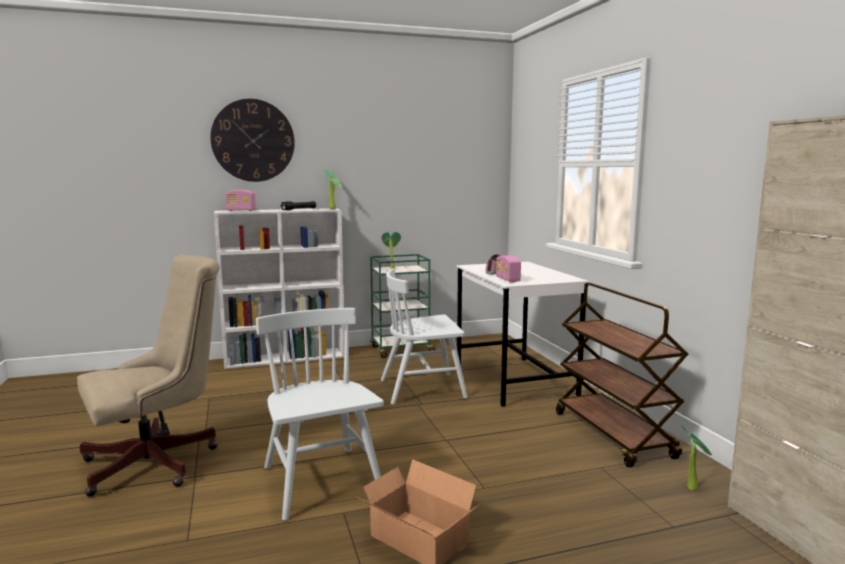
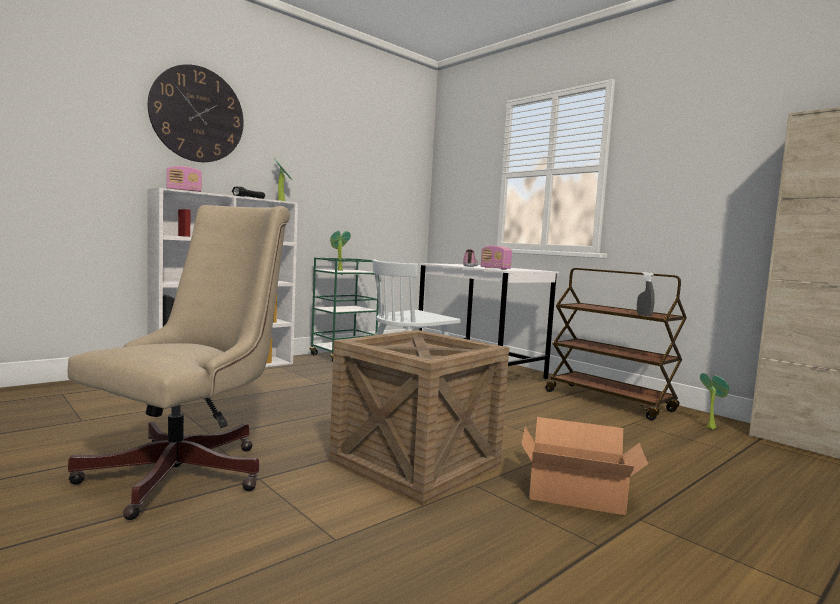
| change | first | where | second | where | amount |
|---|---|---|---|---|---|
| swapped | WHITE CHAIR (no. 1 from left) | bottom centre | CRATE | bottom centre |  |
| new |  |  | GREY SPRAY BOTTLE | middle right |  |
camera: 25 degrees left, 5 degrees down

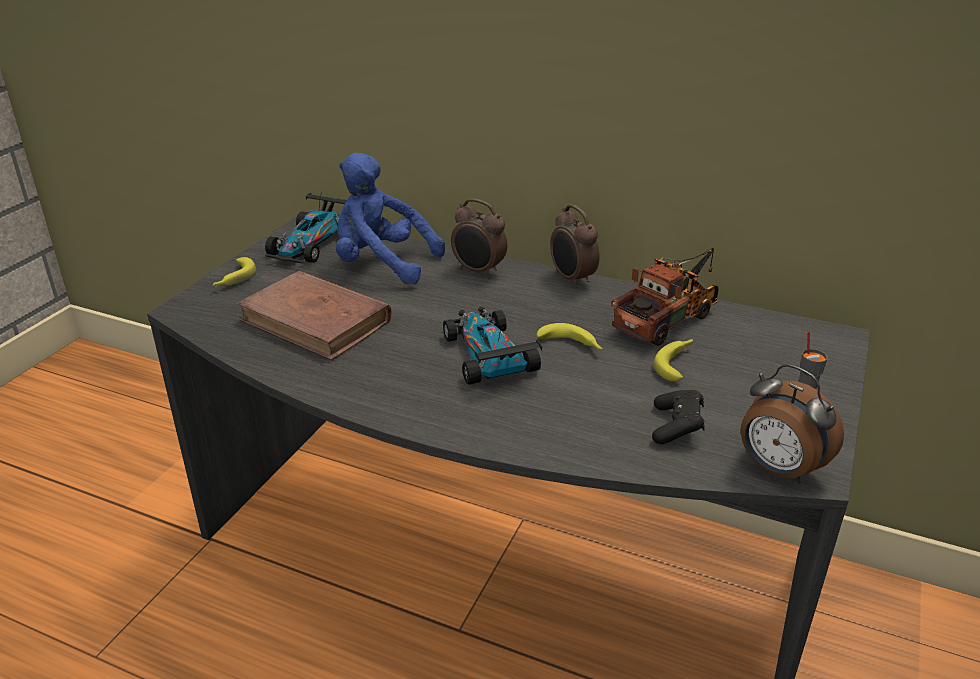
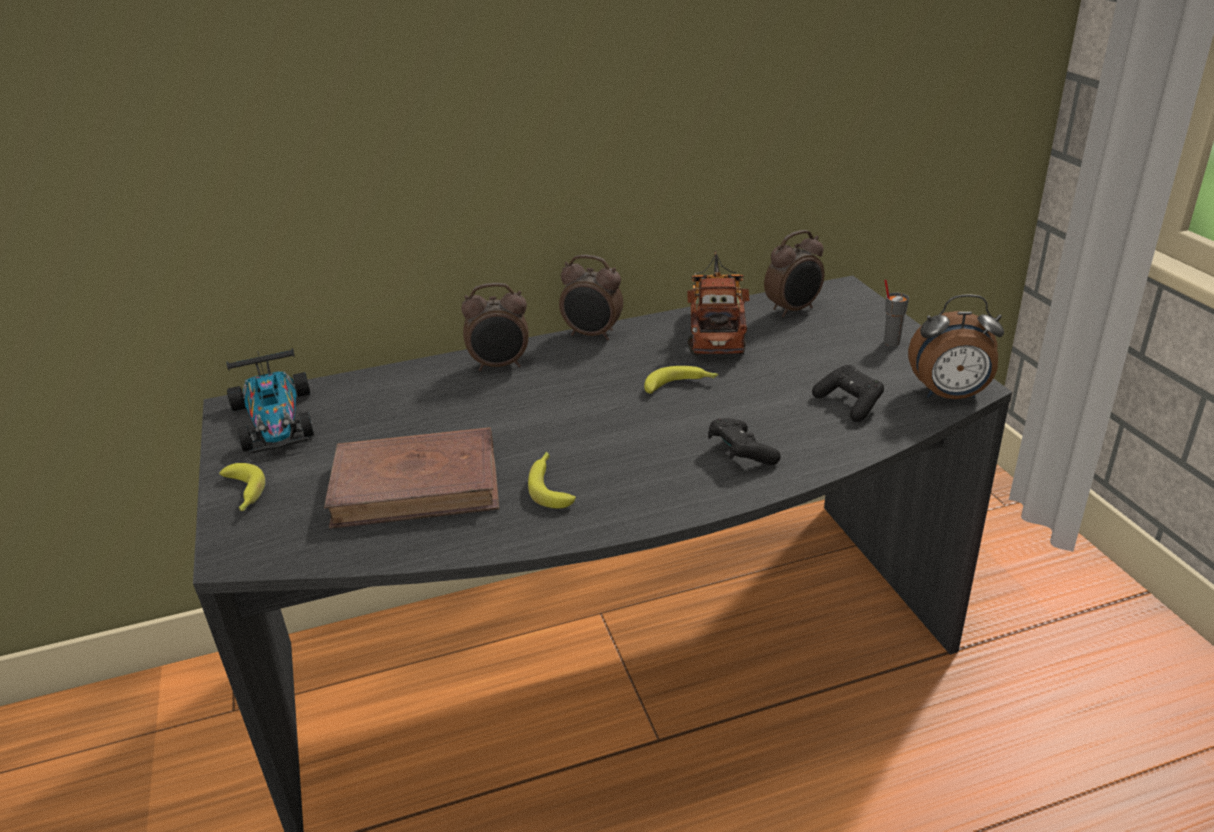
| change | first | where | second | where | amount |
|---|---|---|---|---|---|
| gone | BLUE PLUSH TOY | top centre |  |  |  |
| gone | TOY CAR (no. 2 from left) | centre |  |  |  |
| shifted | BANANA (no. 3 from left in the first image) | middle right | BANANA (no. 2 from left) | centre |  |
| new |  |  | ALARM CLOCK (no. 3 from left) | top centre |  |
| new |  |  | BLACK GAME CONTROLLER (no. 1 from left) | centre |  |
camera: 40 degrees left, 0 degrees up

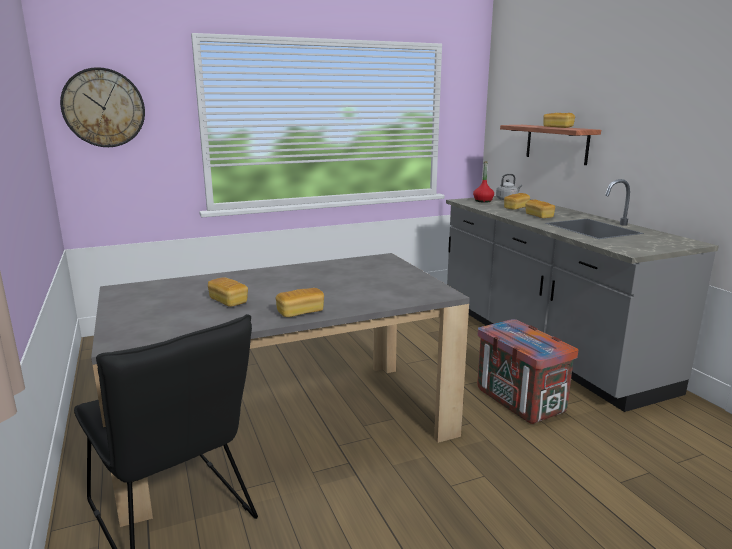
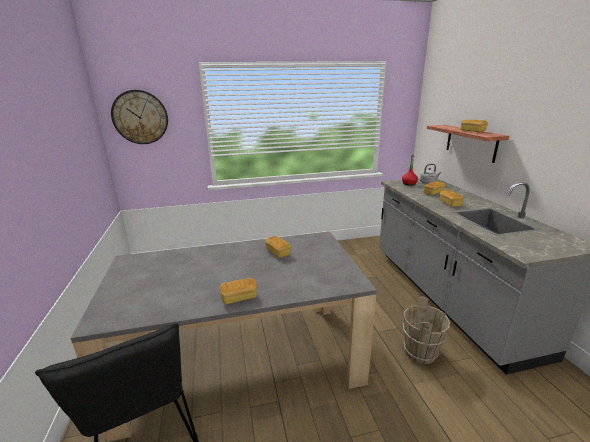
| change | first | where | second | where | amount |
|---|---|---|---|---|---|
| shifted | BREAD (no. 1 from left in the first image) | middle left | BREAD (no. 2 from left) | centre |  |
| swapped | CRATE | bottom right | BROWN BUCKET | bottom right |  |
camera: 10 degrees right, 5 degrees up

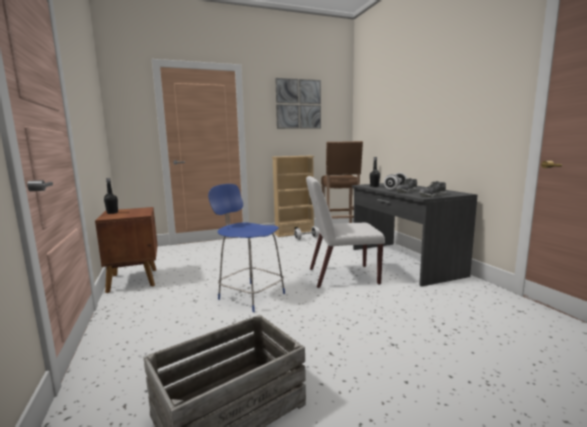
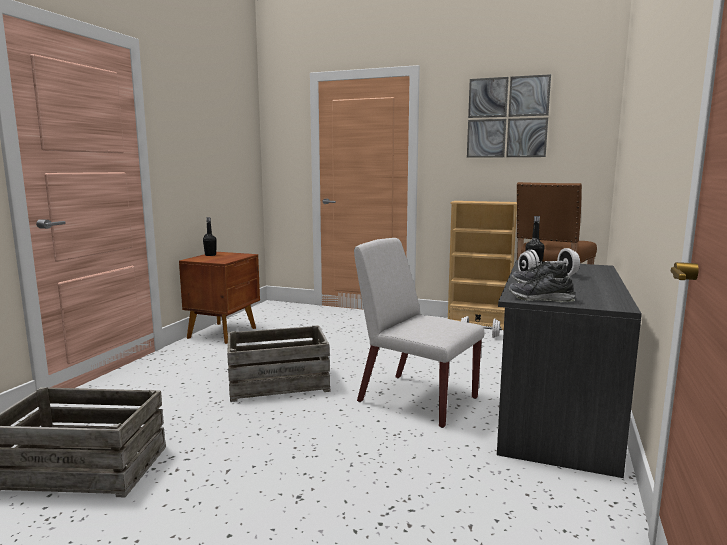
| change | first | where | second | where | amount |
|---|---|---|---|---|---|
| swapped | BLUE STOOL | centre | CRATE (no. 2 from left) | centre |  |
camera: 40 degrees right, 0 degrees up

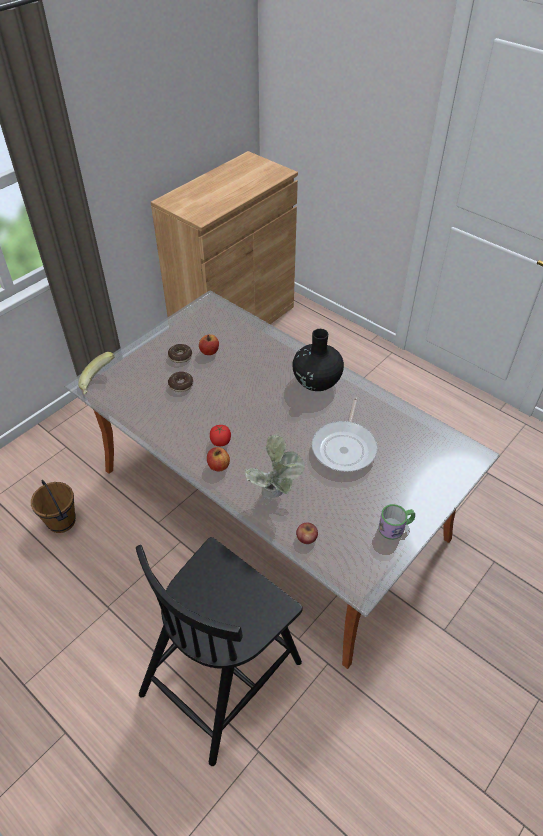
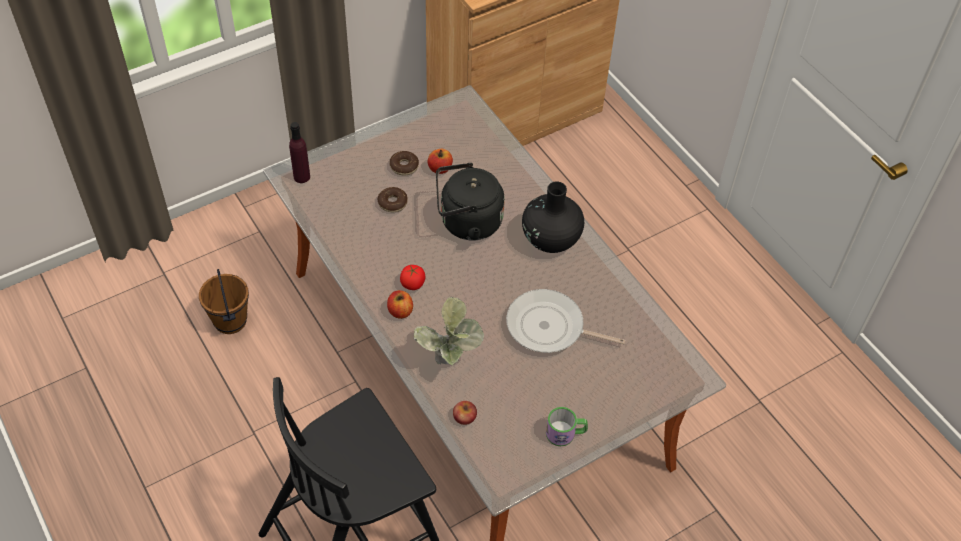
| change | first | where | second | where | amount |
|---|---|---|---|---|---|
| swapped | BANANA | middle left | PURPLE BOTTLE | top left |  |
| rotated | FRYING PAN | centre |  | centre | 75 degrees clockwise |
| new |  |  | BLACK KETTLE | centre |  |
camera: 15 degrees right, 5 degrees up

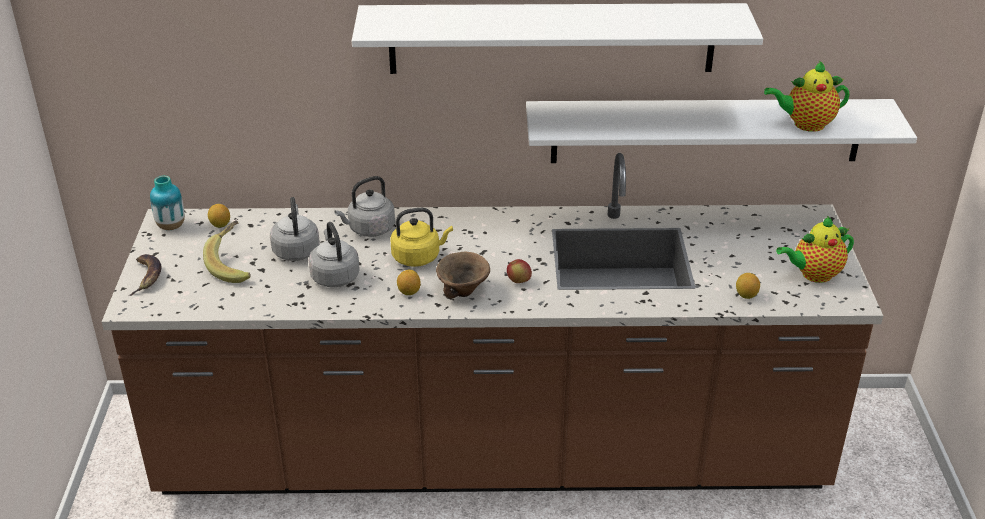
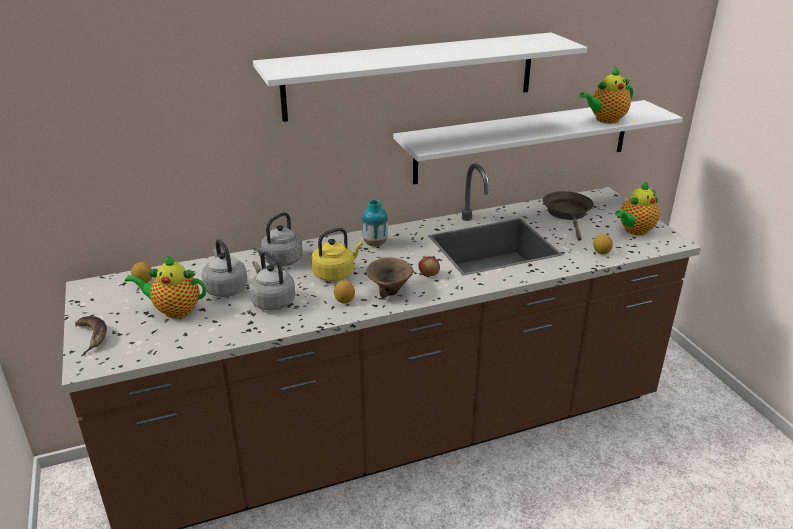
| change | first | where | second | where | amount |
|---|---|---|---|---|---|
| shifted | VASE | middle left |  | centre |  |
| swapped | BANANA (no. 2 from left) | middle left | TEAPOT (no. 1 from left) | middle left |  |
| new |  |  | BROWN FRYING PAN | middle right |  |
camera: 20 degrees left, 5 degrees down

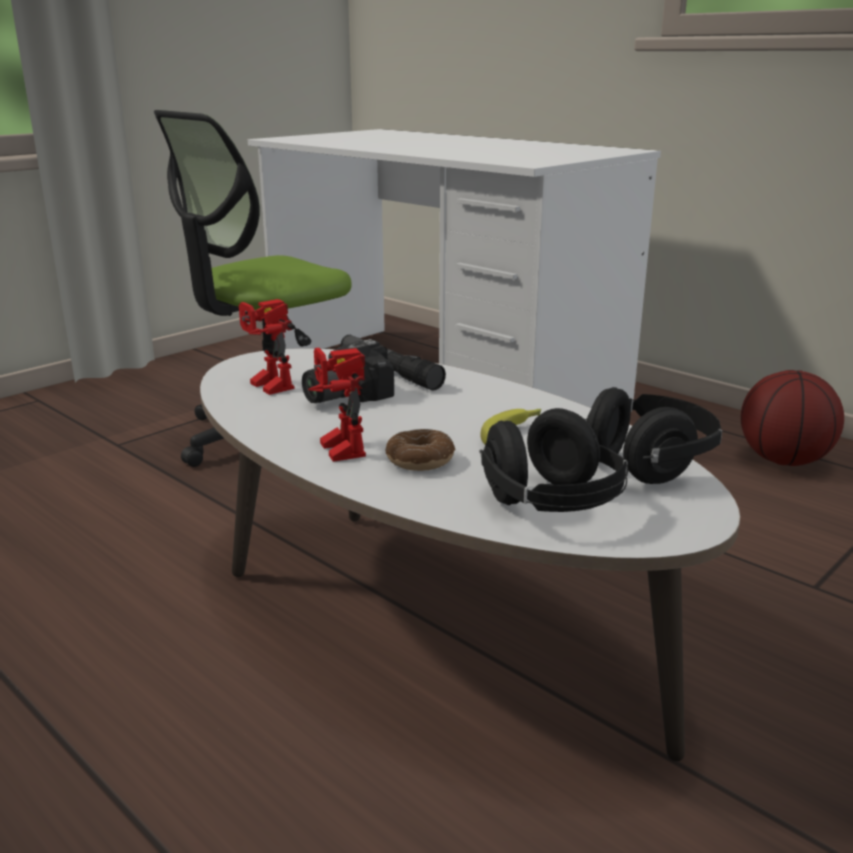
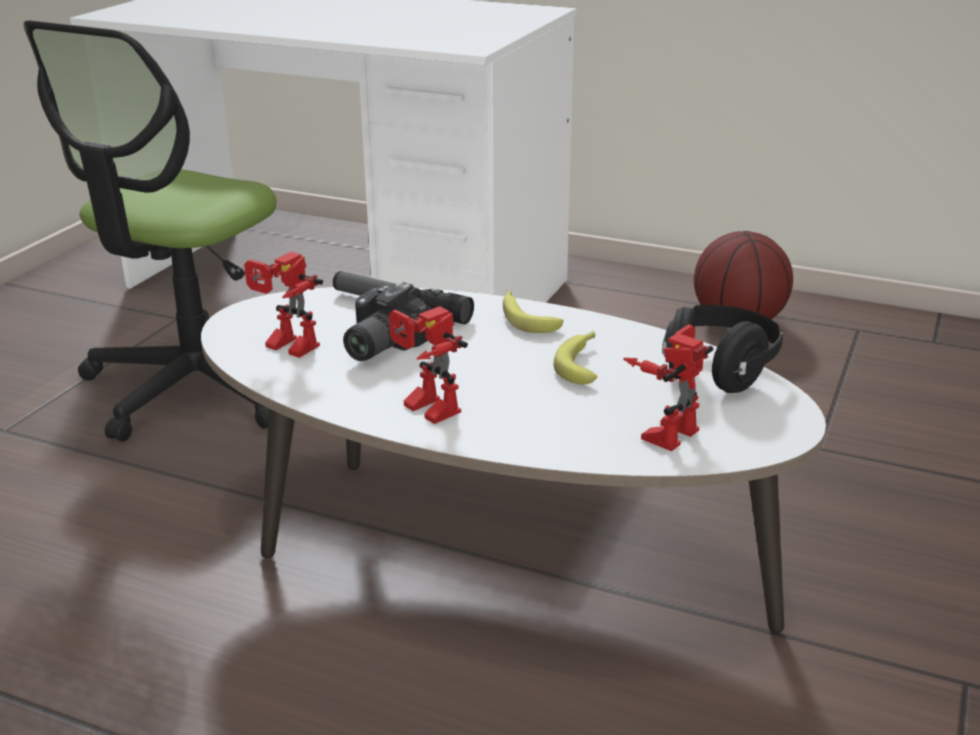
| change | first | where | second | where | amount |
|---|---|---|---|---|---|
| swapped | BLACK HEADPHONES (no. 1 from left) | centre | TOY ROBOT (no. 3 from left) | middle right |  |
| gone | DONUT | centre |  |  |  |
| new |  |  | BANANA (no. 1 from left) | centre |  |
camera: 20 degrees left, 5 degrees up

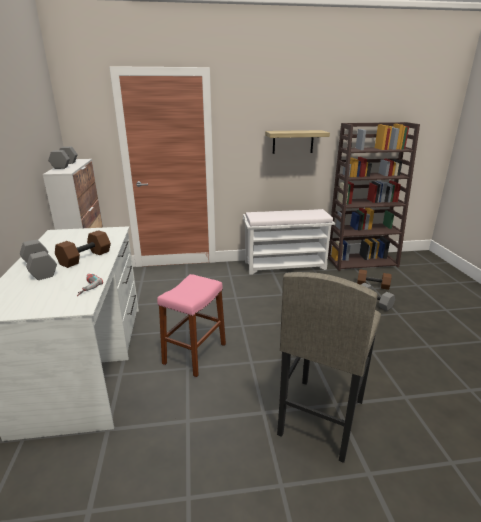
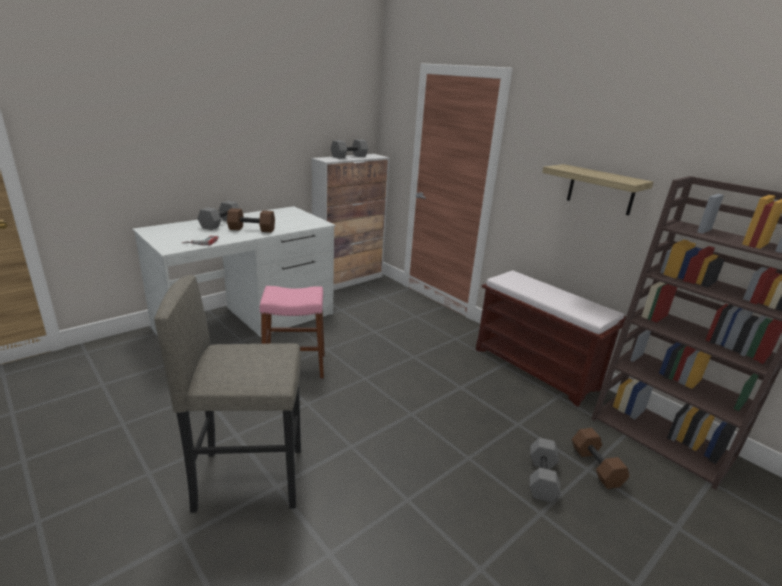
| change | first | where | second | where | amount |
|---|---|---|---|---|---|
| repainted | WHITE BENCH | centre | BROWN BENCH | middle right |  |
camera: 55 degrees right, 0 degrees up

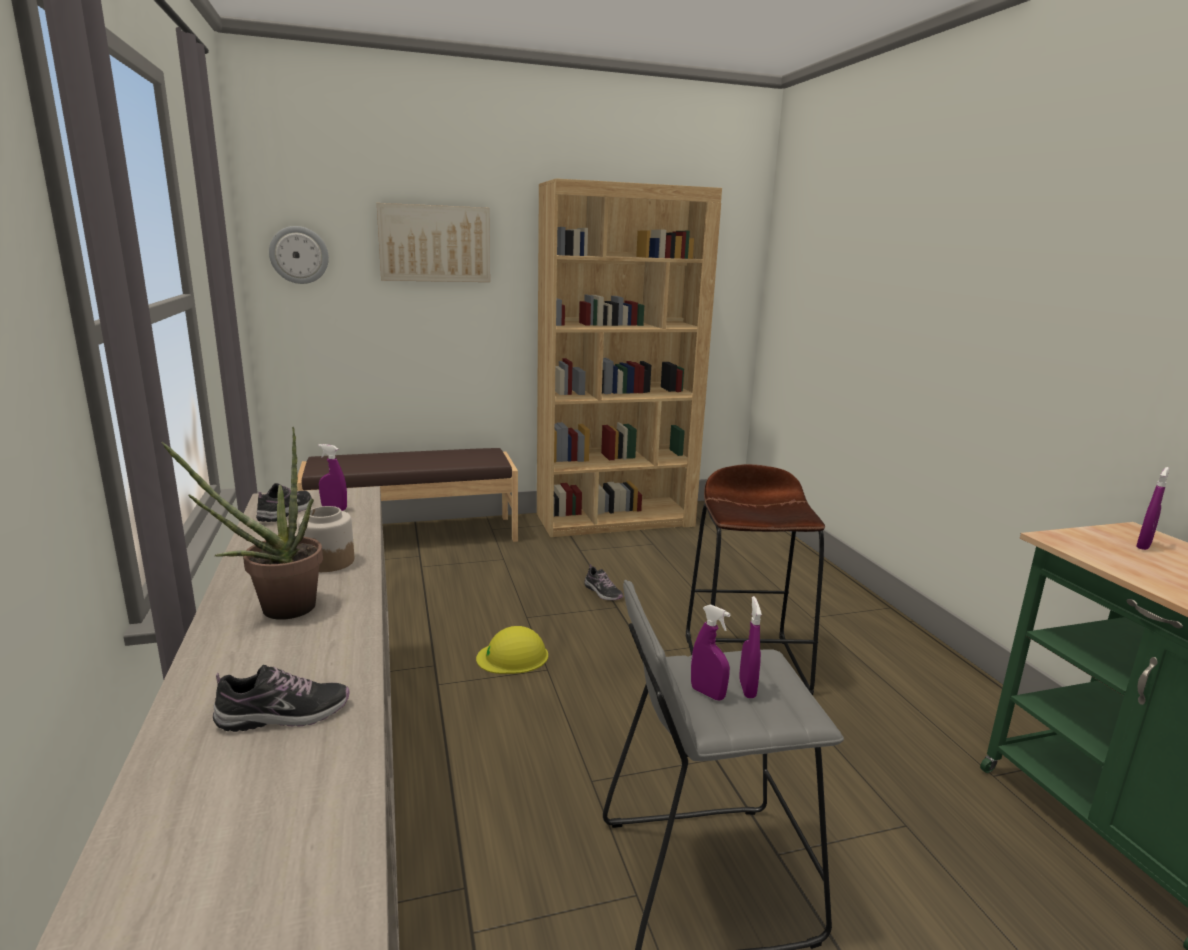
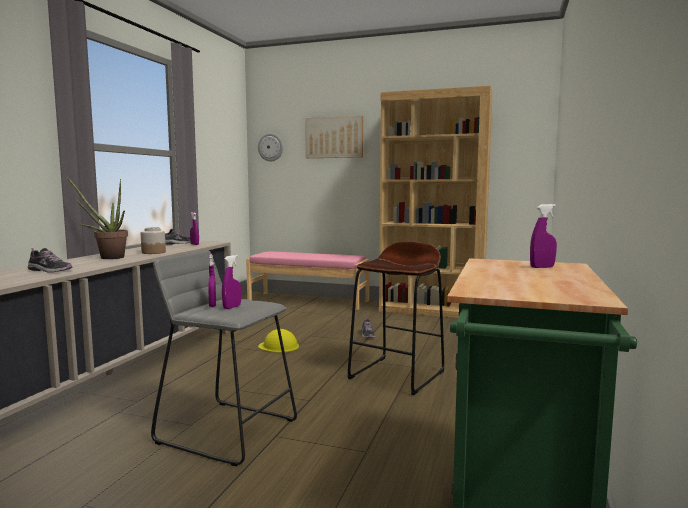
| change | first | where | second | where | amount |
|---|---|---|---|---|---|
| repainted | BROWN BENCH | centre | PINK BENCH | centre |  |
camera: 35 degrees right, 10 degrees down

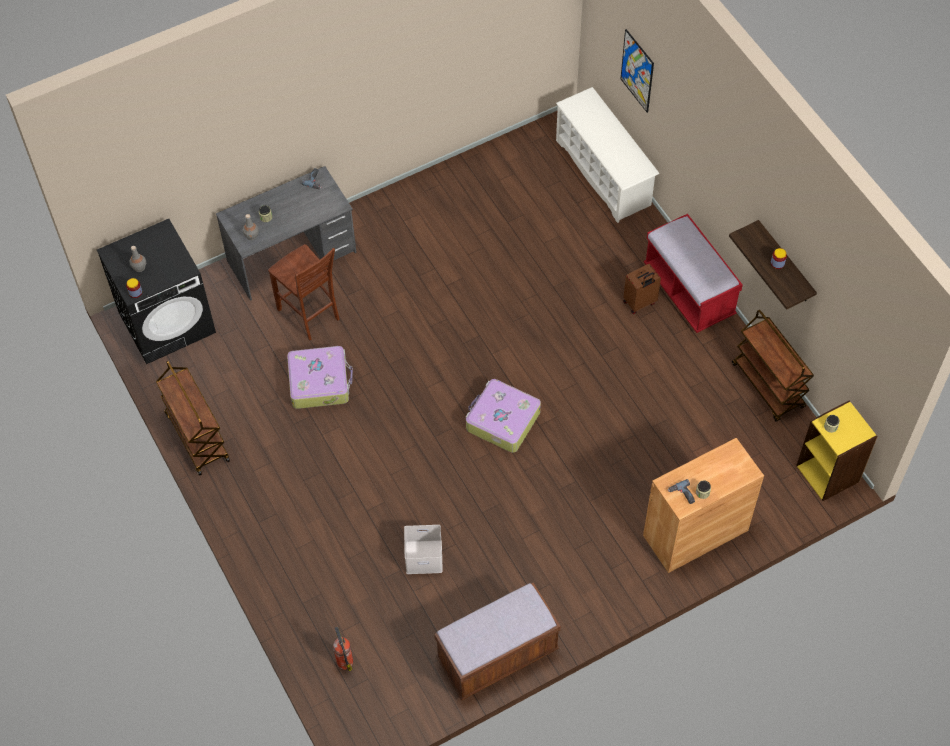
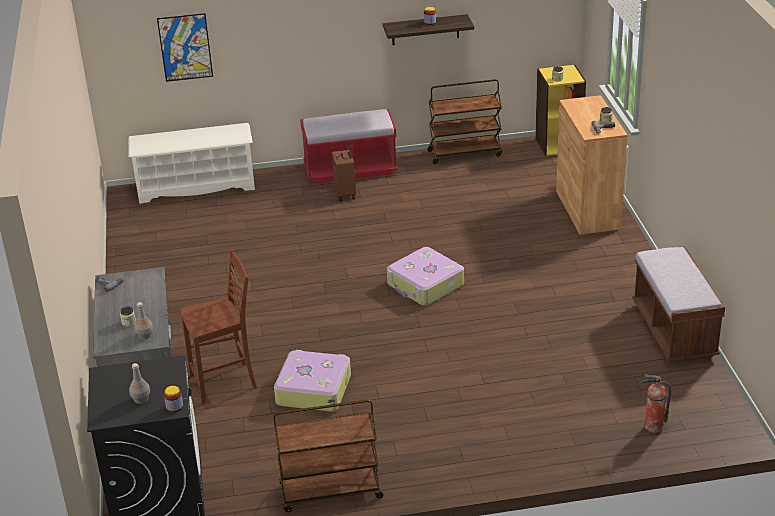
| change | first | where | second | where | amount |
|---|---|---|---|---|---|
| gone | WHITE STORAGE BOX | bottom centre |  |  |  |
camera: 70 degrees left, 25 degrees down

